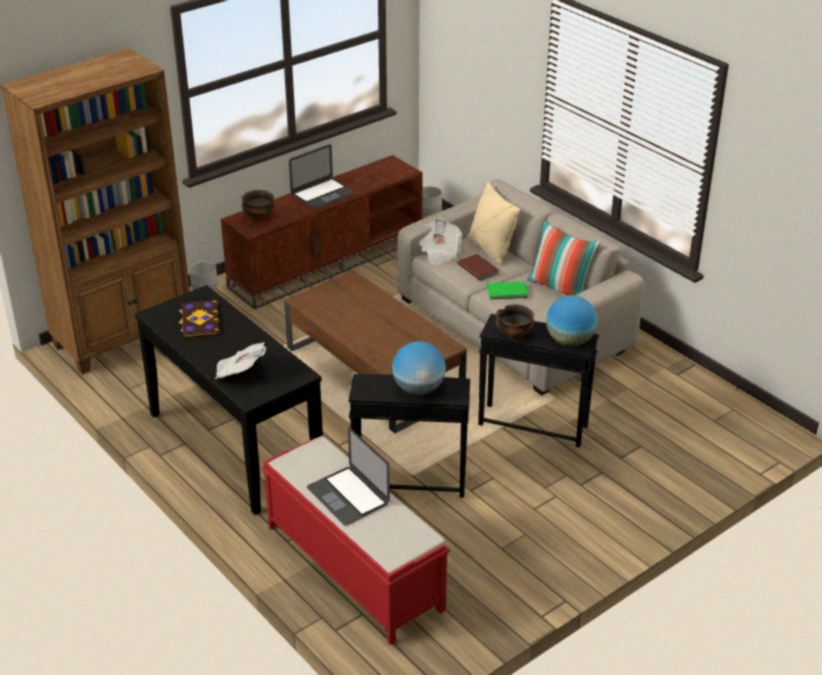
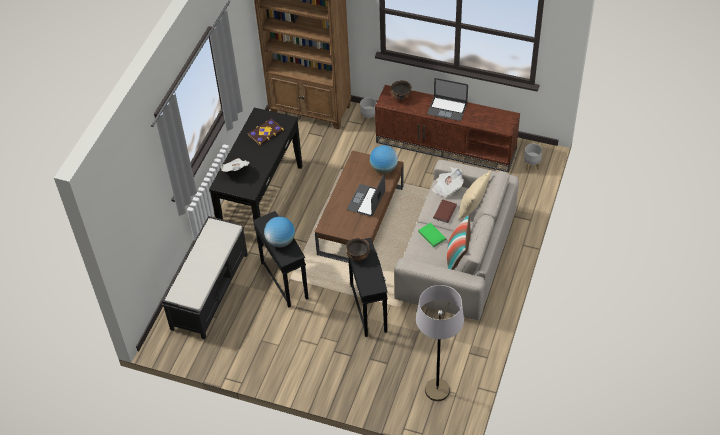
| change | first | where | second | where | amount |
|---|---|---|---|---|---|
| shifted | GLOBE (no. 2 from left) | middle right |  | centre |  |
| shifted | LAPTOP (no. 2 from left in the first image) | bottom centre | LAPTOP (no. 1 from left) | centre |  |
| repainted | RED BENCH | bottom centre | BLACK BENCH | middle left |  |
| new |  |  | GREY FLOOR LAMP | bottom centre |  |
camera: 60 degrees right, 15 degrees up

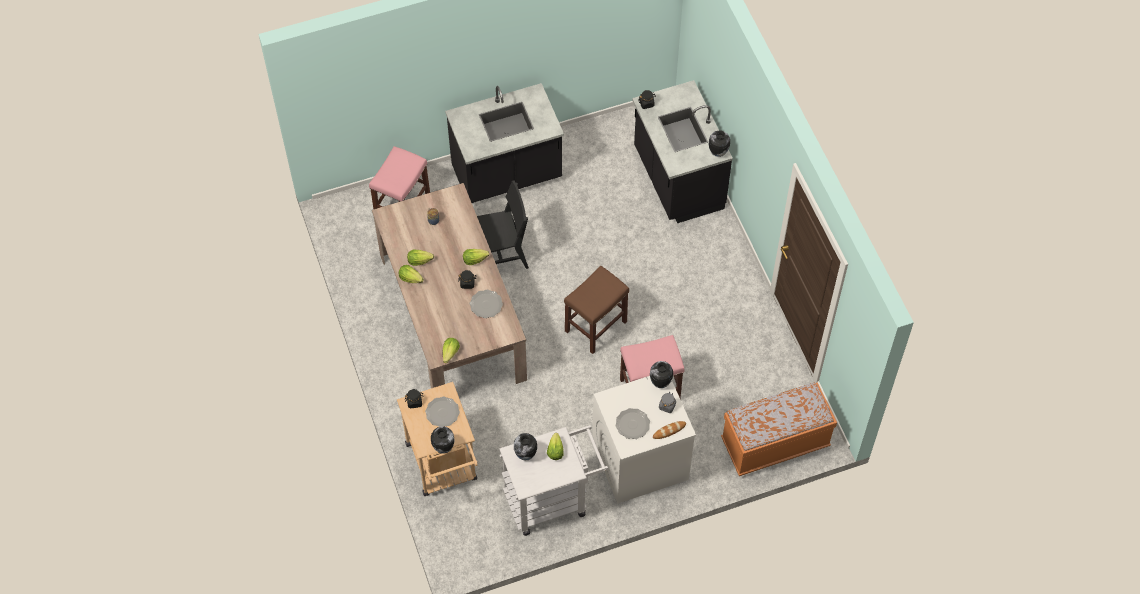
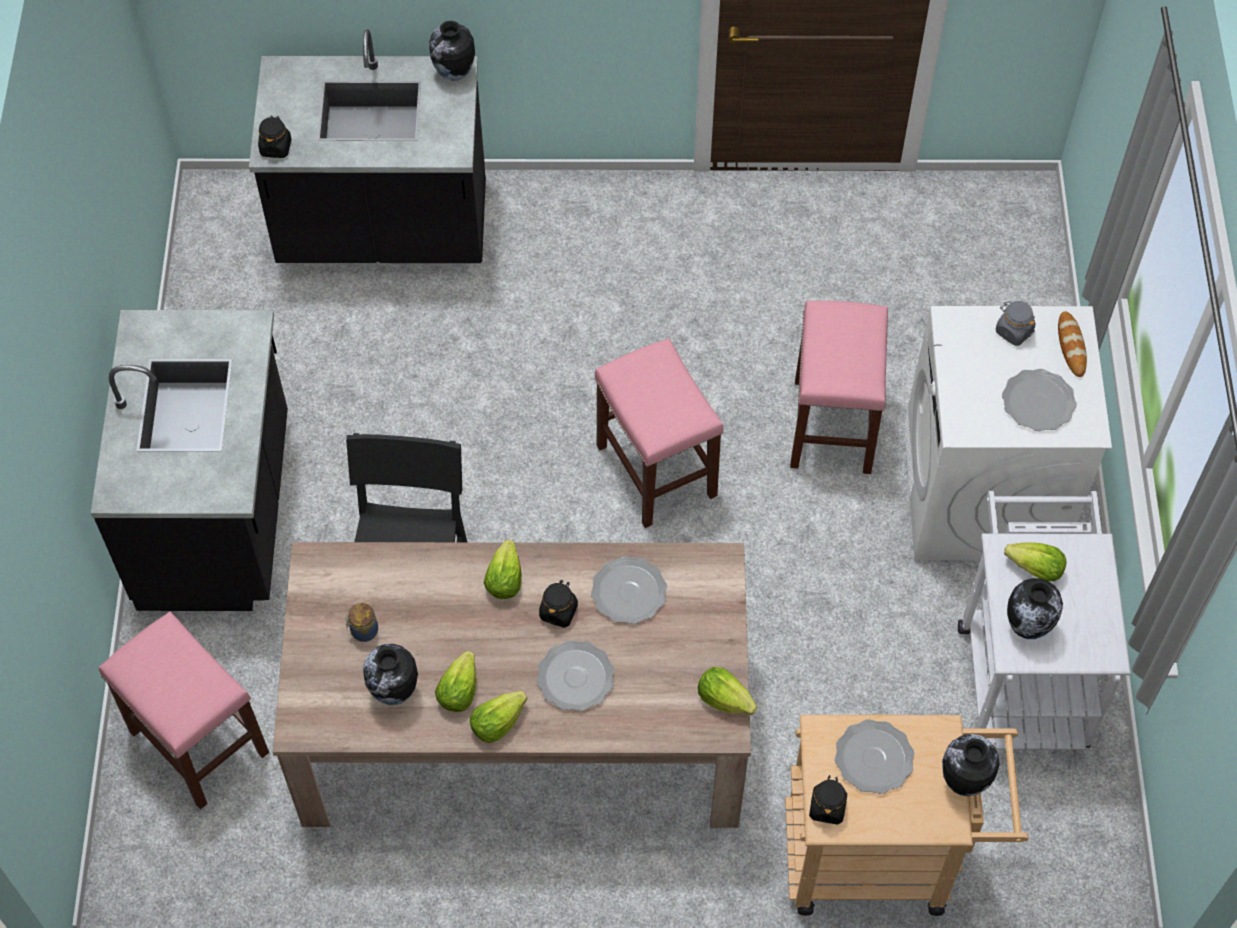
| change | first | where | second | where | amount |
|---|---|---|---|---|---|
| repainted | BROWN STOOL | centre | PINK STOOL (no. 2 from left) | centre |  |
| shifted | VASE (no. 3 from left in the first image) | centre | VASE (no. 1 from left) | bottom left |  |
| gone | ORANGE BENCH | bottom right |  |  |  |
| new |  |  | PLATE (no. 1 from left) | bottom centre |  |
camera: 70 degrees left, 0 degrees up

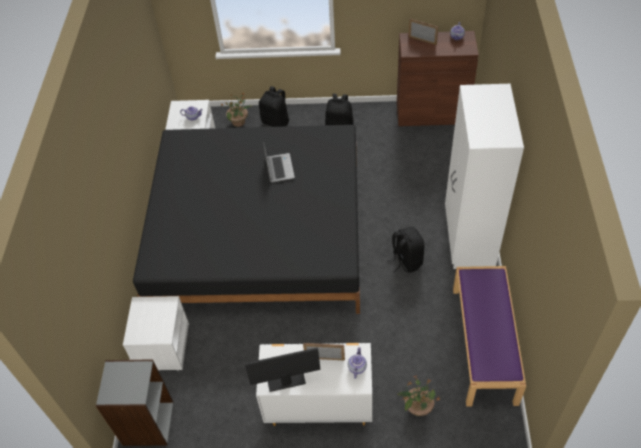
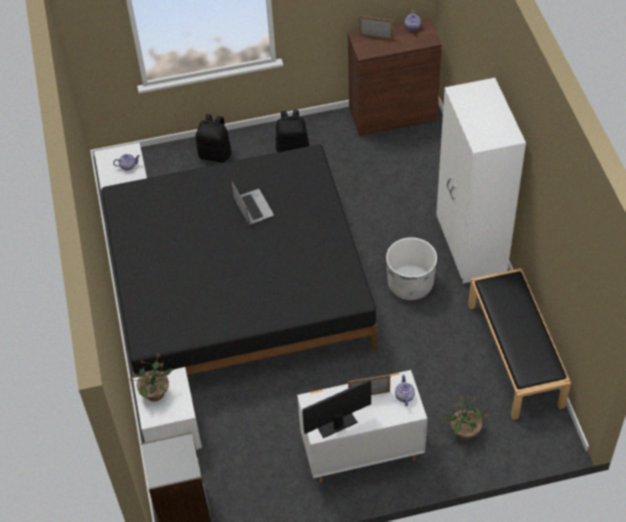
| change | first | where | second | where | amount |
|---|---|---|---|---|---|
| shifted | POTTED PLANT (no. 1 from left) | top centre |  | bottom left |  |
| swapped | BLACK BACKPACK (no. 3 from left) | centre | WHITE PLANTER | centre |  |
| repainted | PURPLE BENCH | bottom right | BLACK BENCH | middle right |  |
camera: 15 degrees left, 0 degrees up

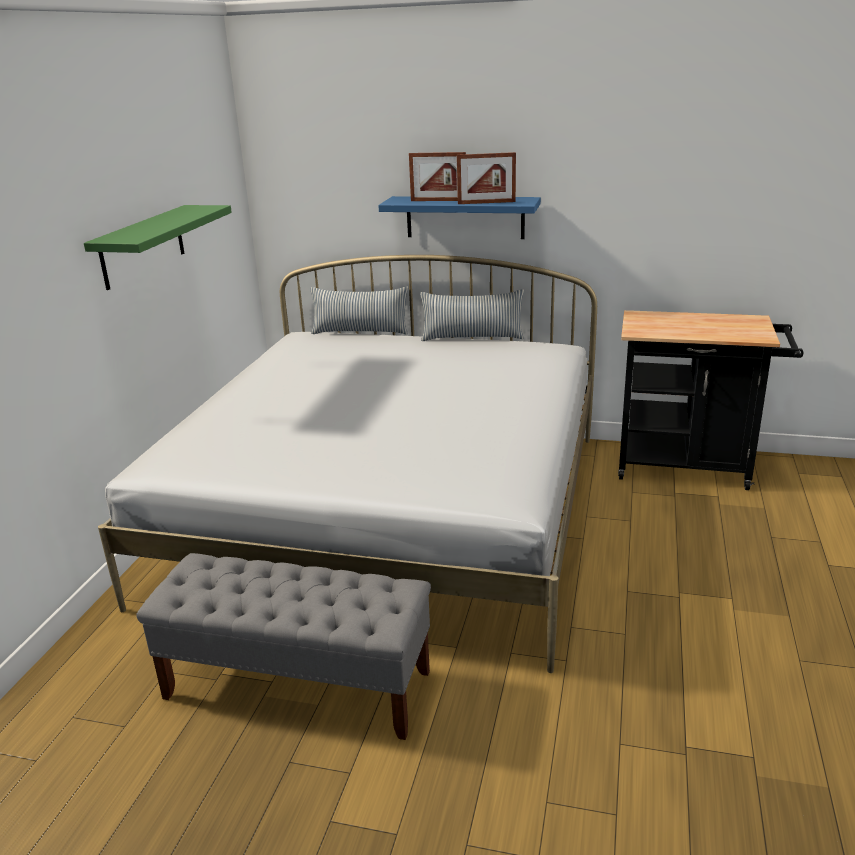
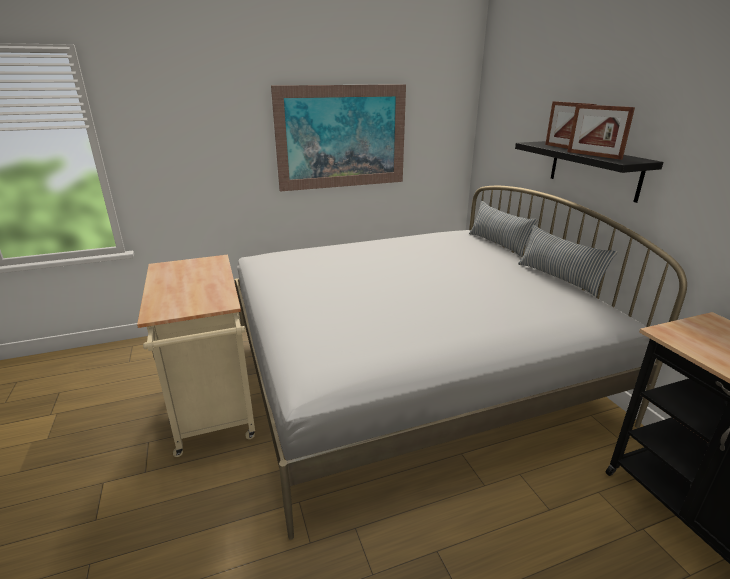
| change | first | where | second | where | amount |
|---|---|---|---|---|---|
| repainted | BLUE SHELF | top centre | BLACK SHELF | top right |  |
| swapped | GREEN SHELF | top left | PICTURE | top centre |  |
| swapped | GREY BENCH | bottom left | BEIGE CART | middle left |  |
camera: 55 degrees right, 0 degrees up

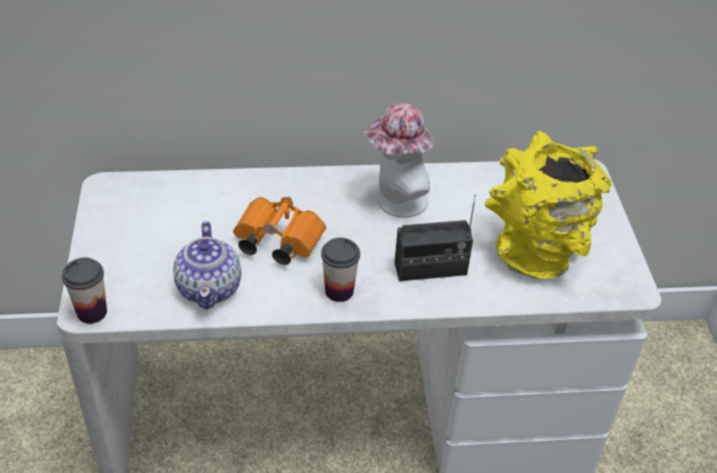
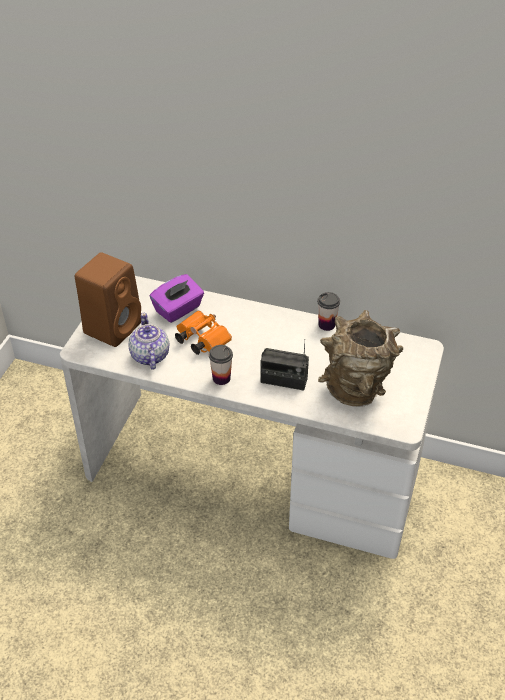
| change | first | where | second | where | amount |
|---|---|---|---|---|---|
| gone | HAT | centre |  |  |  |
| repainted | YELLOW VASE | middle right | BROWN VASE | middle right |  |
| rotated | TEAPOT | middle left |  | middle left | 150 degrees clockwise |
| shifted | CUP (no. 1 from left in the first image) | middle left | CUP (no. 2 from left) | centre |  |
| new |  |  | BROWN SPEAKER | middle left |  |
| new |  |  | PURPLE TISSUE BOX | centre |  |
camera: 25 degrees right, 0 degrees up

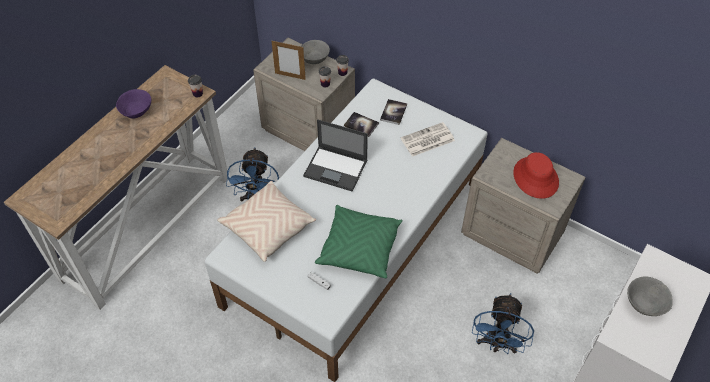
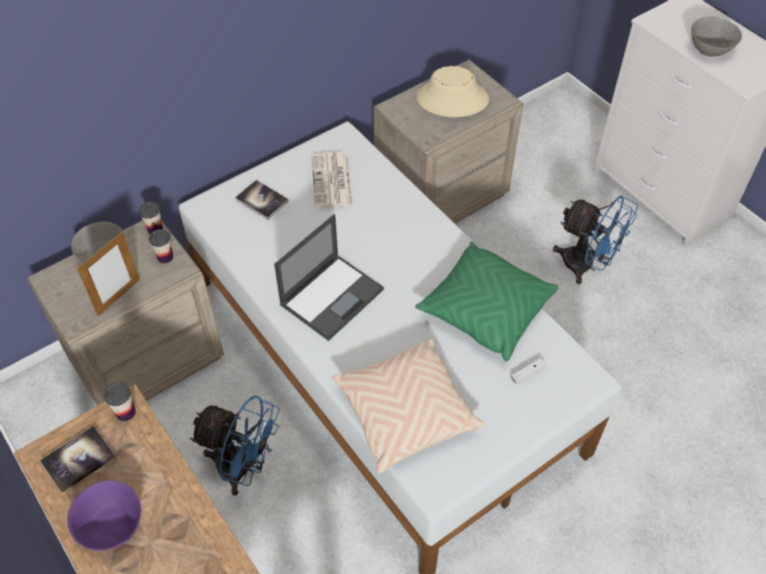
| change | first | where | second | where | amount |
|---|---|---|---|---|---|
| shifted | BOOK (no. 1 from left) | top centre |  | bottom left |  |
| repainted | RED HAT | middle right | BEIGE HAT | top centre |  |
camera: 70 degrees left, 0 degrees up

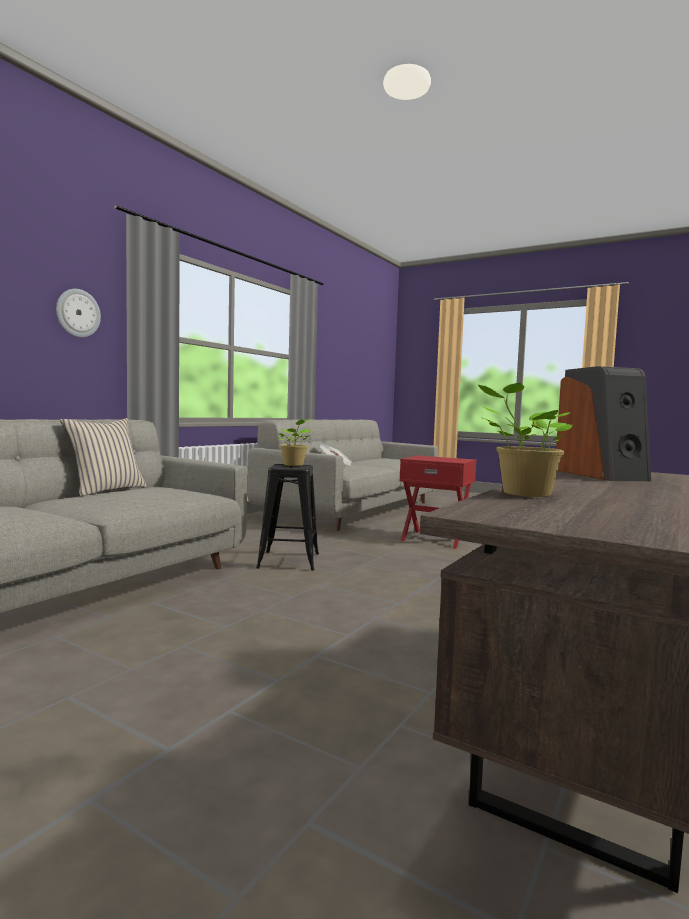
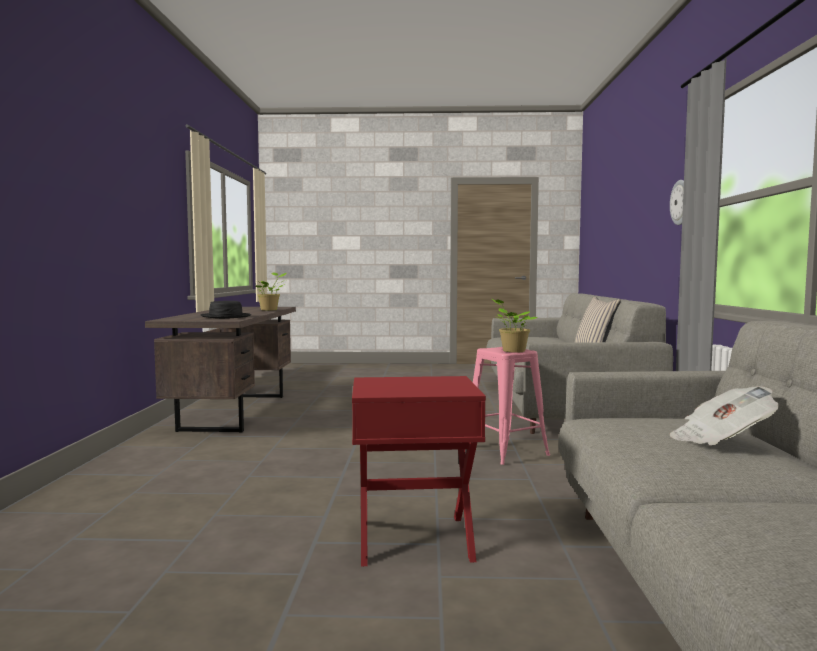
| change | first | where | second | where | amount |
|---|---|---|---|---|---|
| swapped | SPEAKER | middle right | BLACK HAT | middle left |  |
| repainted | BLACK STOOL | centre | PINK STOOL | centre |  |
camera: 150 degrees right, 0 degrees up

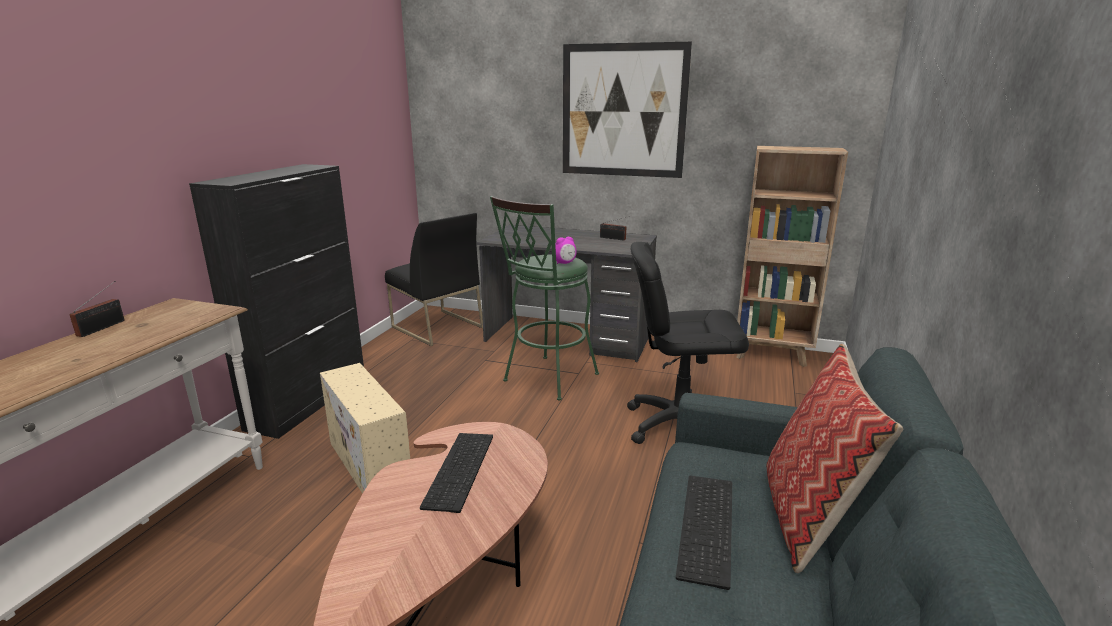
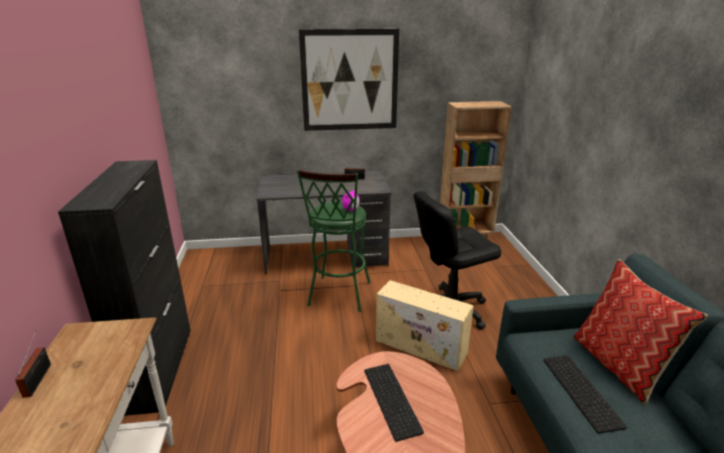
| change | first | where | second | where | amount |
|---|---|---|---|---|---|
| gone | BLACK CHAIR | centre |  |  |  |
| shifted | BEIGE STORAGE BOX | bottom left |  | bottom centre |  |
camera: 25 degrees left, 5 degrees up

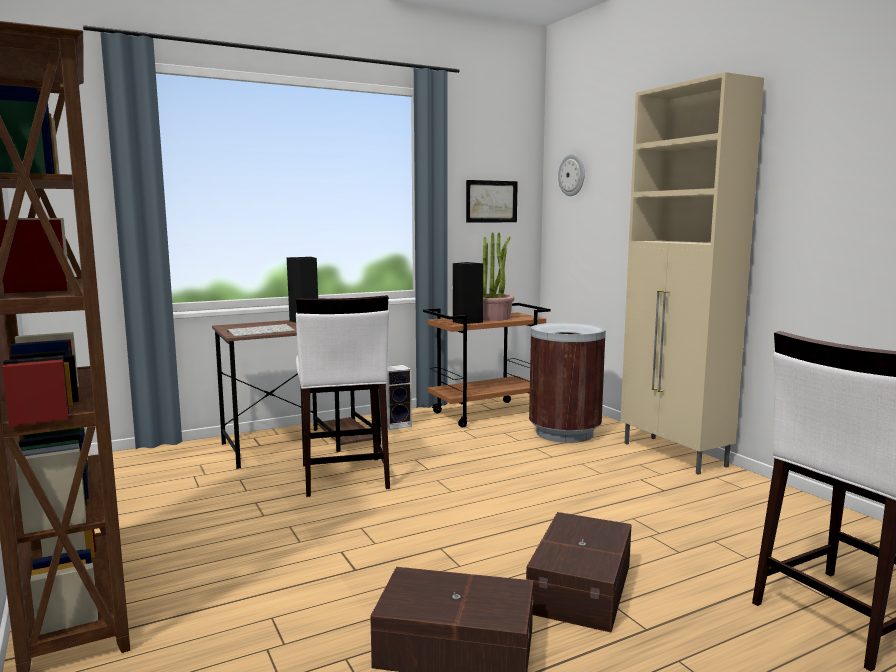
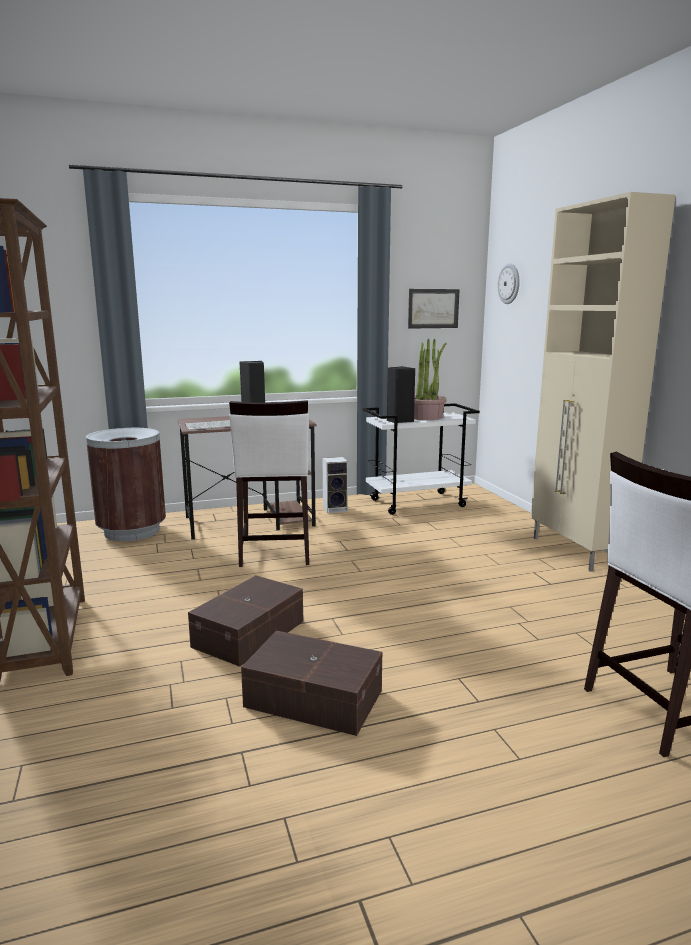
| change | first | where | second | where | amount |
|---|---|---|---|---|---|
| repainted | BROWN CART | centre | WHITE CART | centre |  |
| shifted | BROWN TRASH CAN | centre |  | middle left |  |
| shifted | BROWN STORAGE BOX (no. 2 from left in the first image) | bottom centre | BROWN STORAGE BOX (no. 1 from left) | centre |  |
camera: 10 degrees right, 5 degrees up

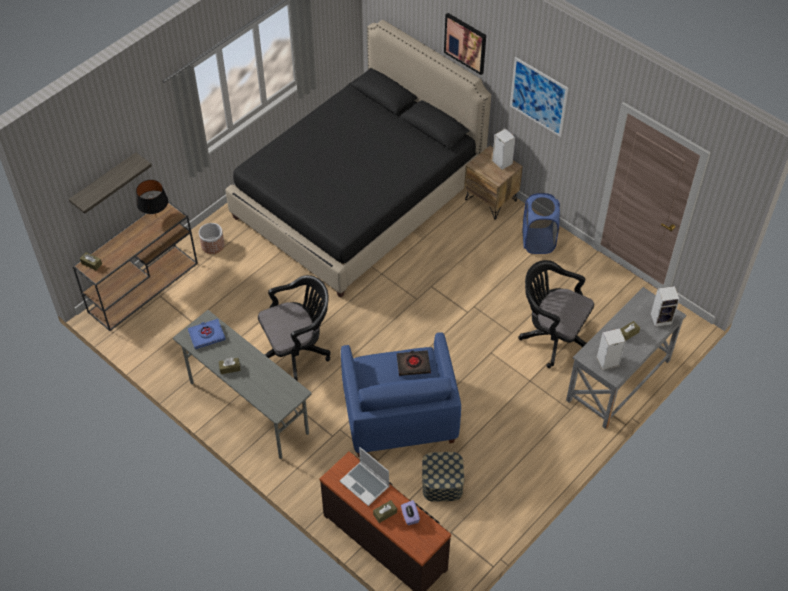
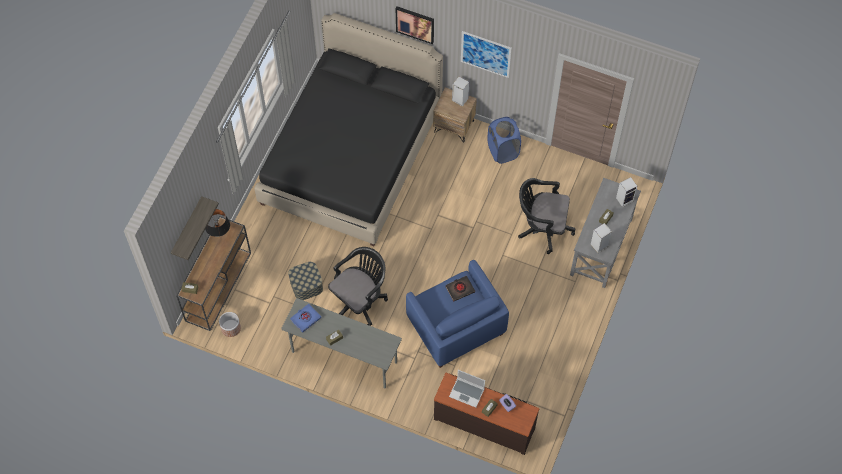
| change | first | where | second | where | amount |
|---|---|---|---|---|---|
| shifted | PLANTER | middle left |  | bottom left |  |
| shifted | STORAGE BOX | bottom centre |  | centre |  |
camera: 20 degrees left, 10 degrees up

